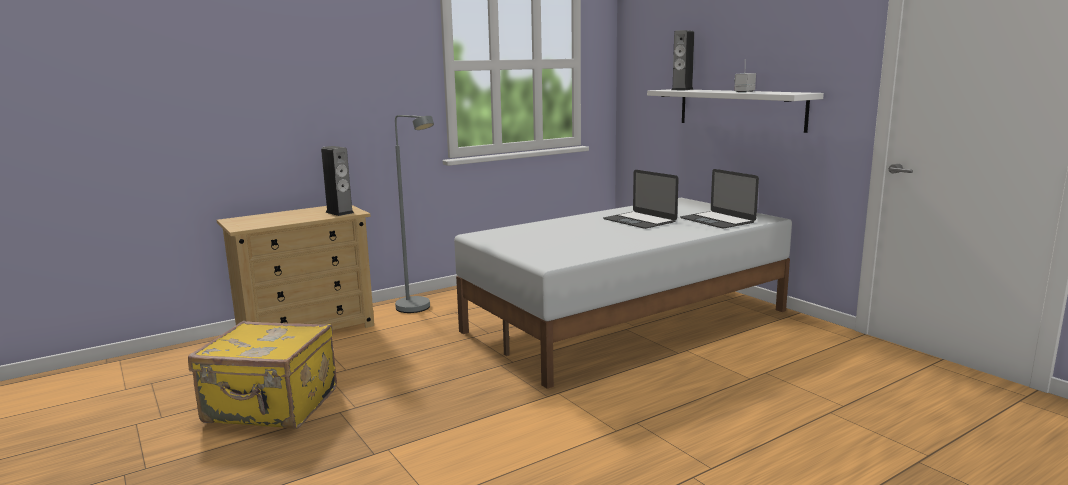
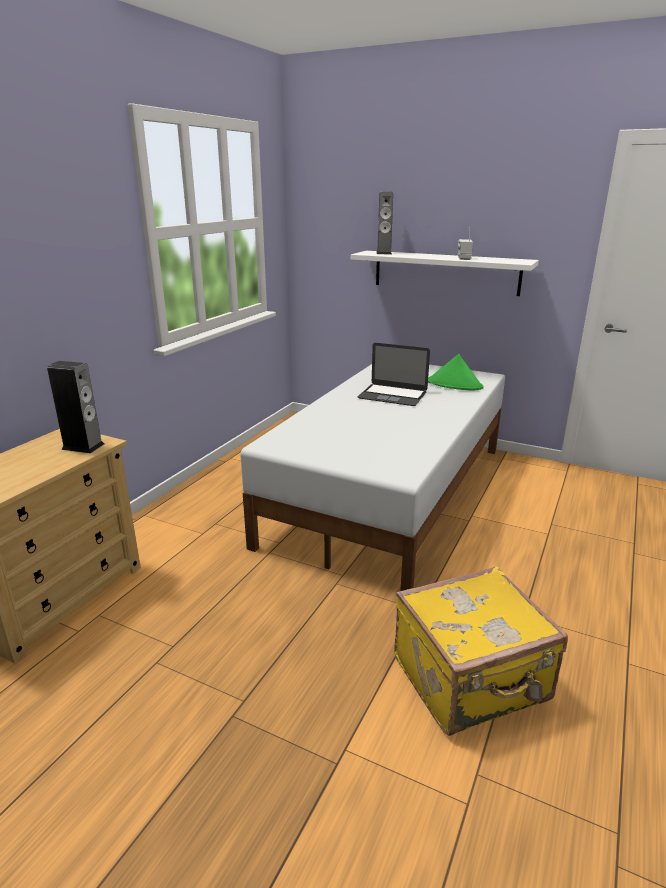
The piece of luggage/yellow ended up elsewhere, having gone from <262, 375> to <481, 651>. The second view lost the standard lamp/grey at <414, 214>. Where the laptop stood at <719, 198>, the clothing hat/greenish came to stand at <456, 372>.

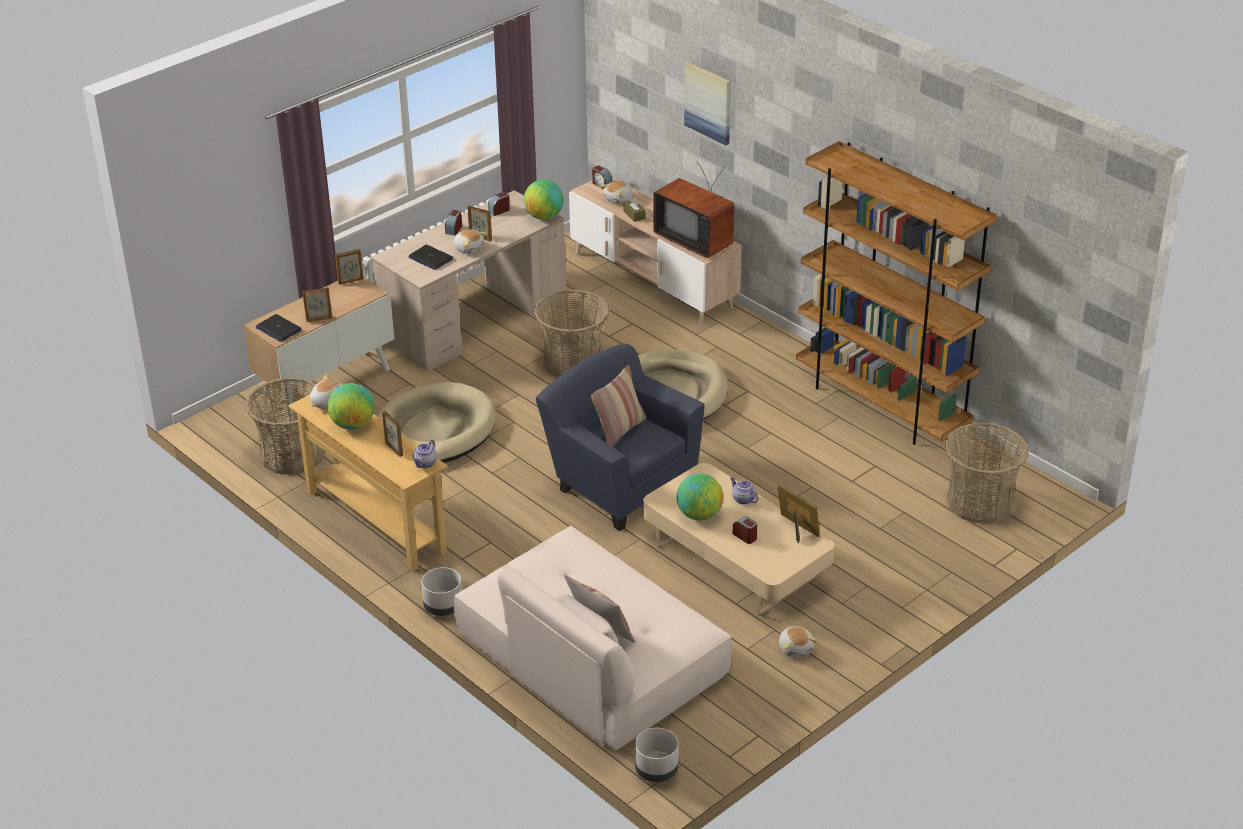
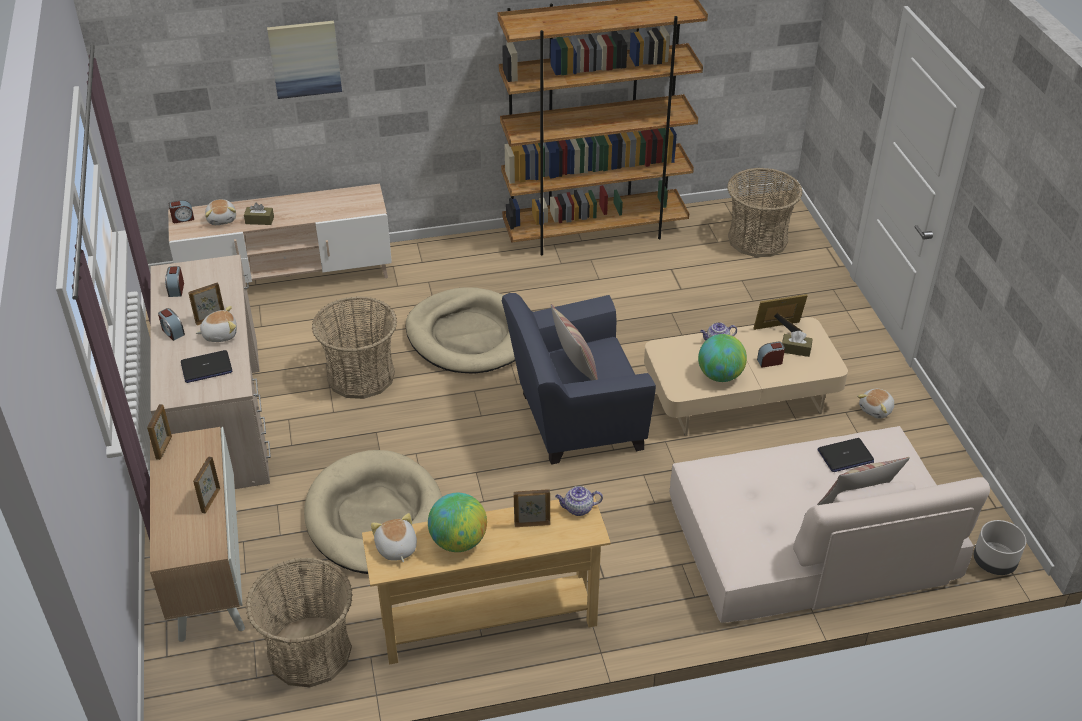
The laptop ended up elsewhere, having gone from <279, 328> to <846, 455>. The teapot at <425, 454> ended up facing another way, 120 degrees clockwise from before. The second view lost the plant pot/grey at <441, 591>. The second view lost the desk globe at <544, 200>. The second view lost the television at <694, 210>. The plush toy at <798, 641> ended up facing another way, 120 degrees clockwise from before. The second view gained the tissue holder/brownish at <797, 344>.

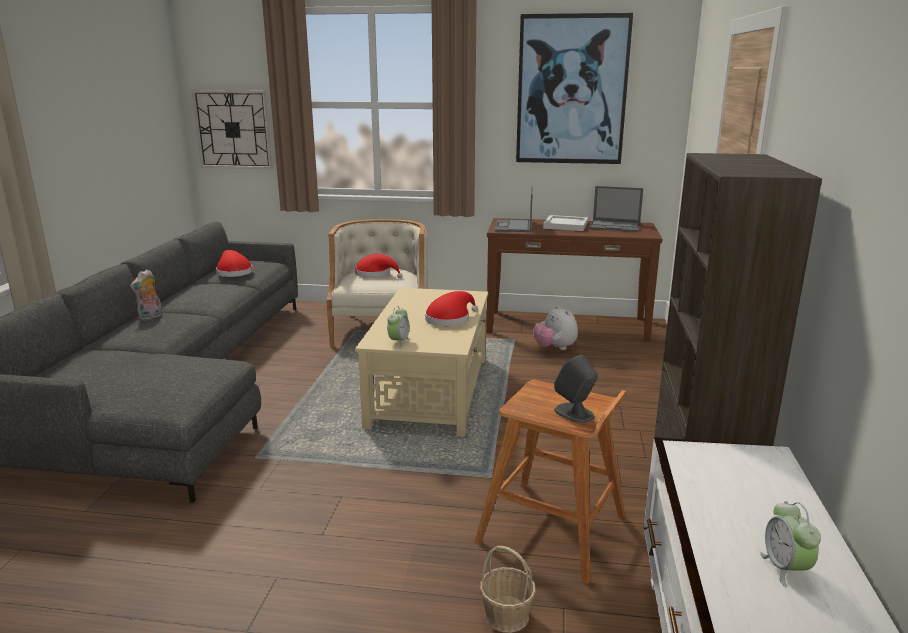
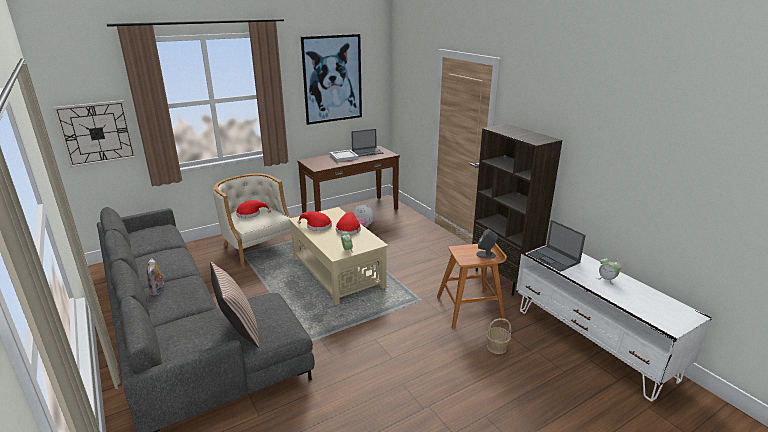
The clothing hat/reddish ended up elsewhere, having gone from <234, 263> to <314, 221>. The laptop ended up elsewhere, having gone from <514, 209> to <557, 246>. The second view gained the throw pillow at <235, 305>.

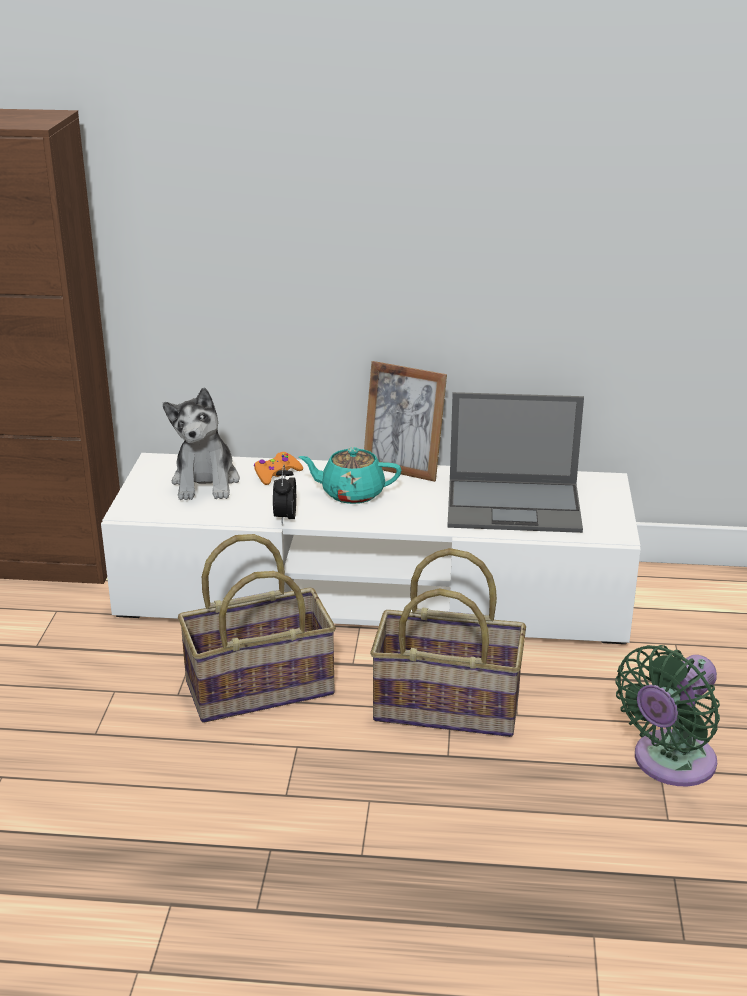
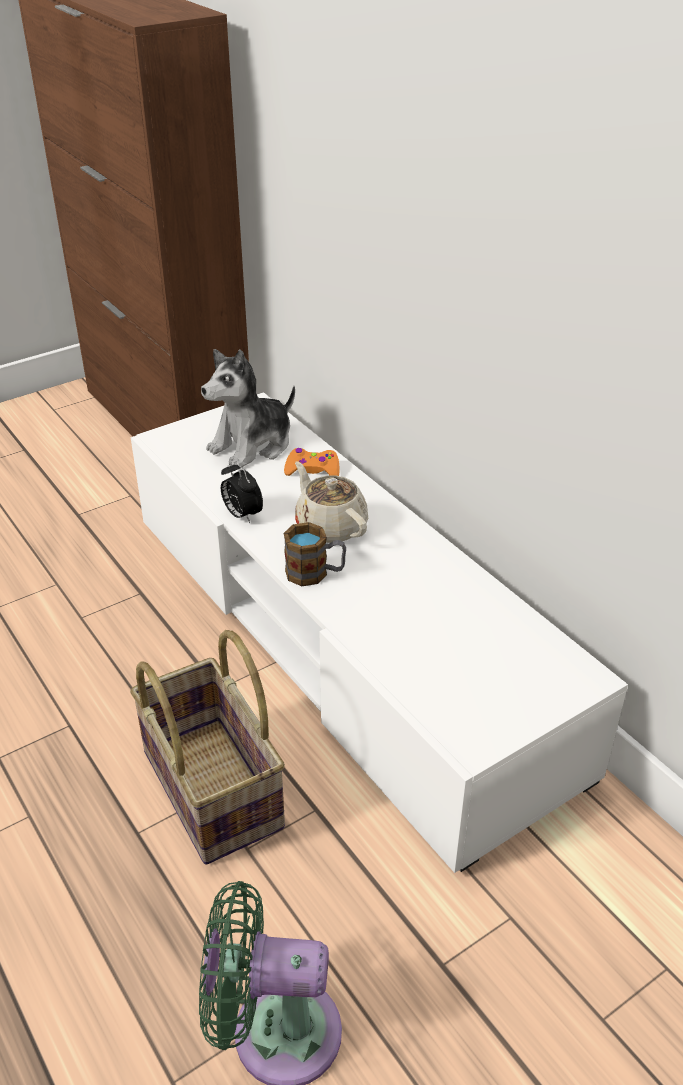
The second view lost the household basket at <257, 628>. The table clock at <284, 495> ended up facing another way, 90 degrees counterclockwise from before. What was the teapot/turquoise-coloured at <350, 475> turned into the teapot/beige-coloured at <331, 502>. The second view lost the standing frame at <405, 421>. The second view lost the laptop at <515, 462>. The second view gained the mug at <315, 554>.

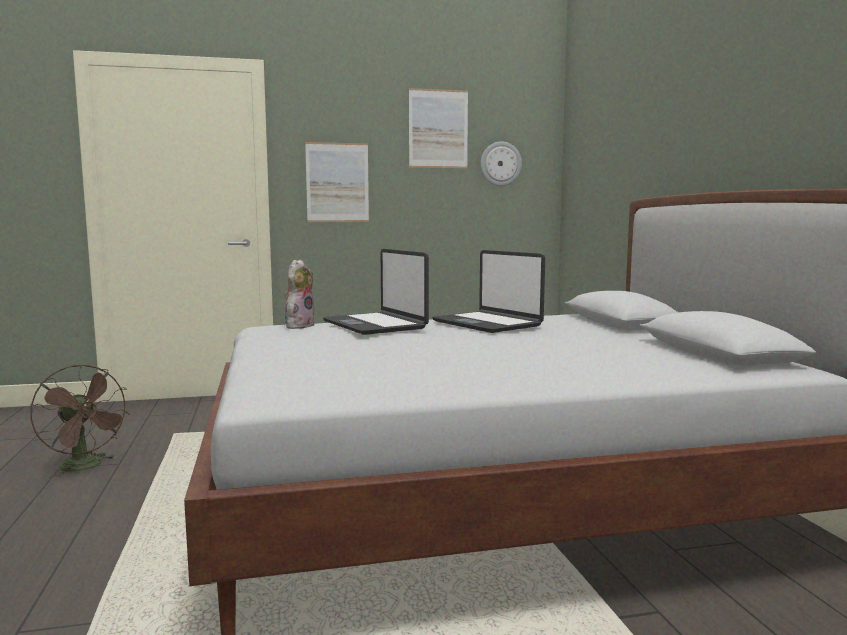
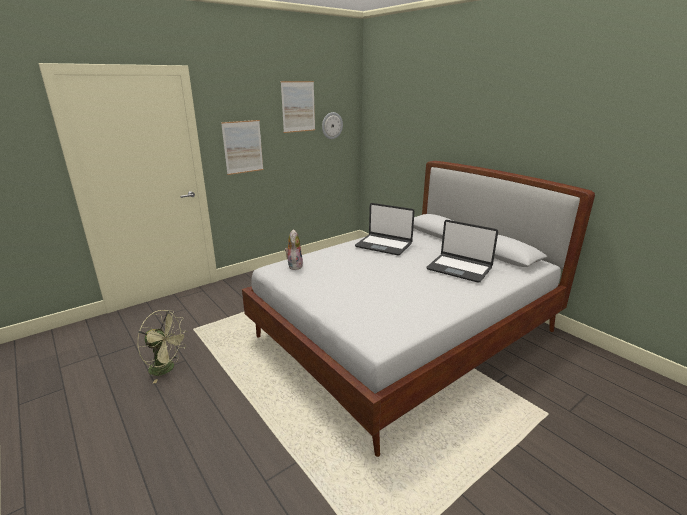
What was the cooling fan/brownish at <80, 421> turned into the cooling fan/greenish at <162, 346>. The laptop ended up elsewhere, having gone from <376, 292> to <462, 251>.

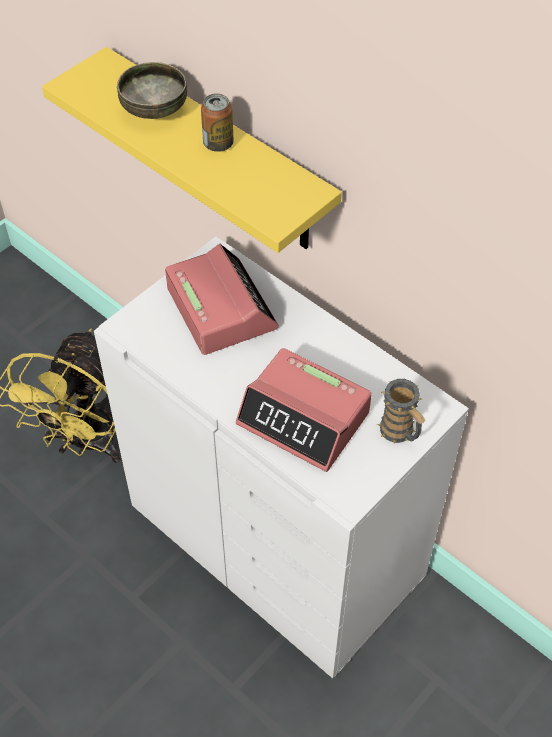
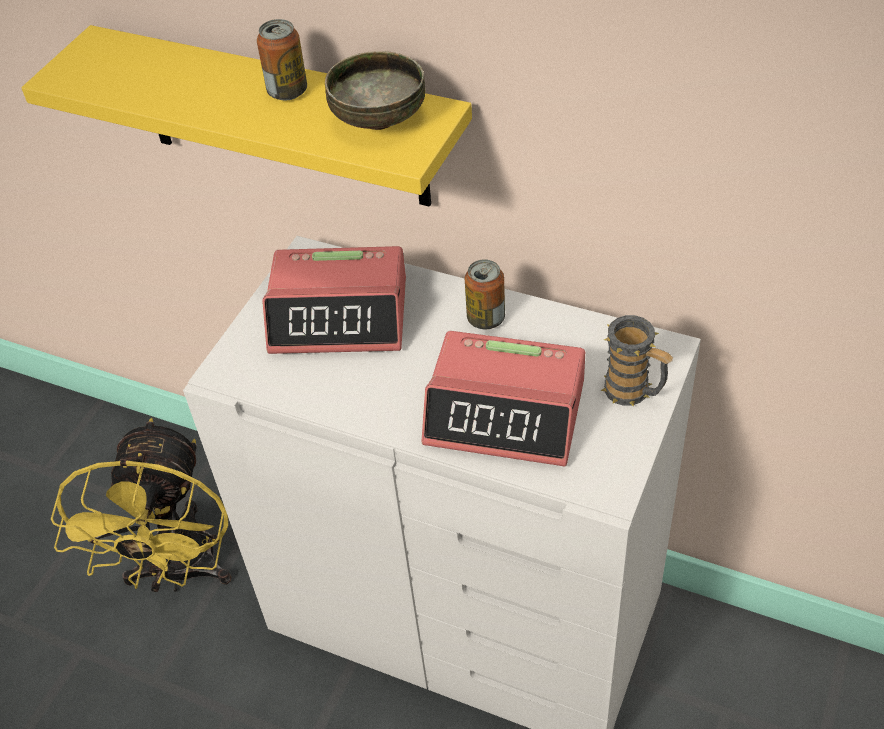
The bowl ended up elsewhere, having gone from <152, 90> to <375, 90>. The table clock at <222, 299> ended up facing another way, 135 degrees clockwise from before. The second view gained the sealed can at <485, 294>.

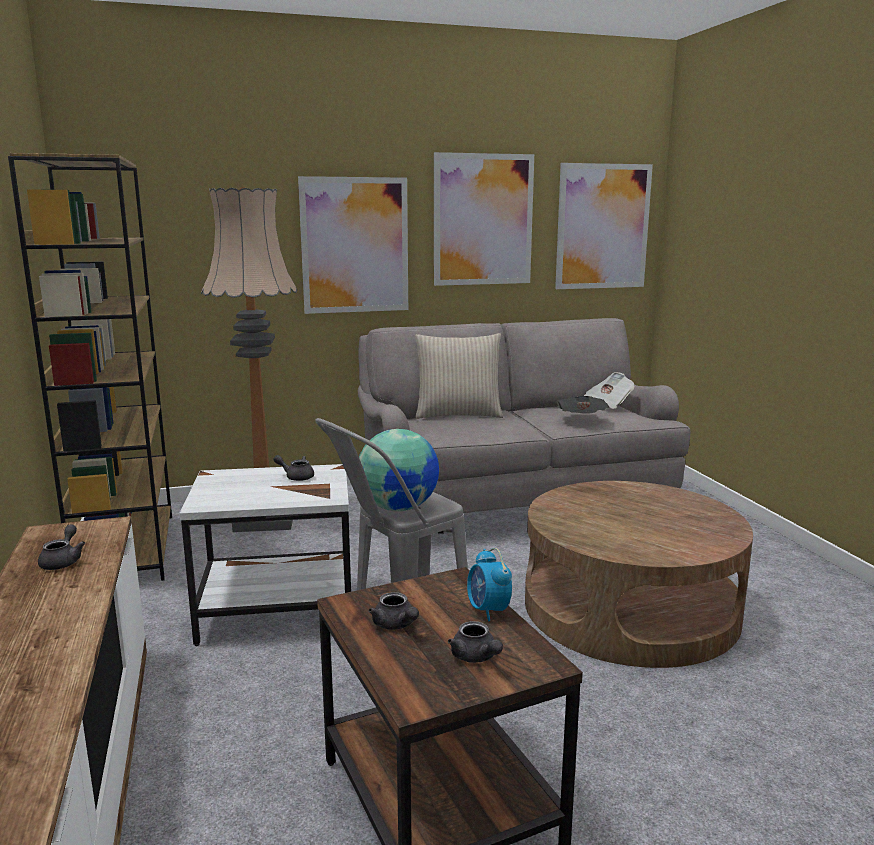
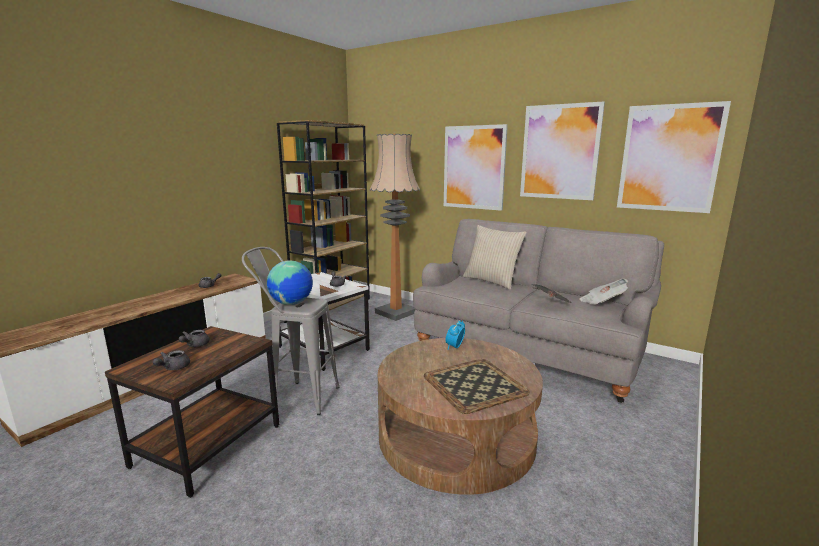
The table clock ended up elsewhere, having gone from <489, 585> to <455, 335>. The second view gained the serving tray at <477, 386>.

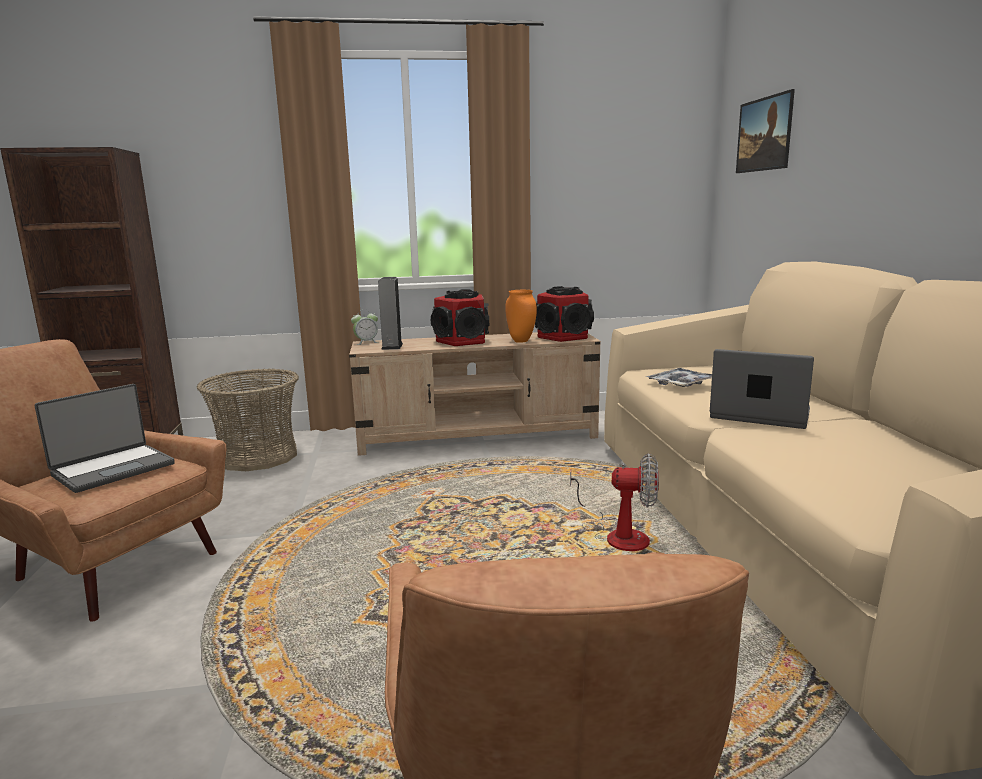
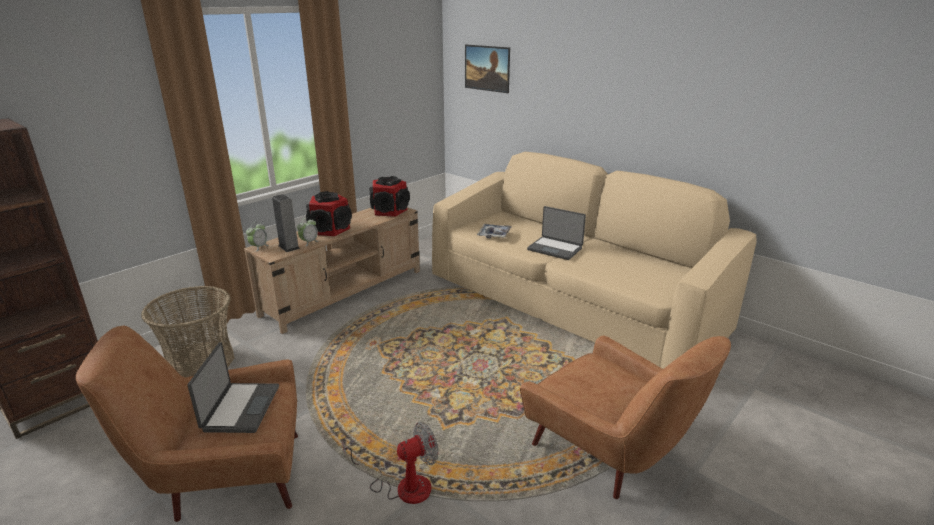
The second view lost the flower vase/orangey at <521, 316>. The cooling fan ended up elsewhere, having gone from <614, 502> to <390, 463>. The laptop at <762, 389> ended up facing another way, 135 degrees counterclockwise from before. The second view gained the table clock at <307, 232>.

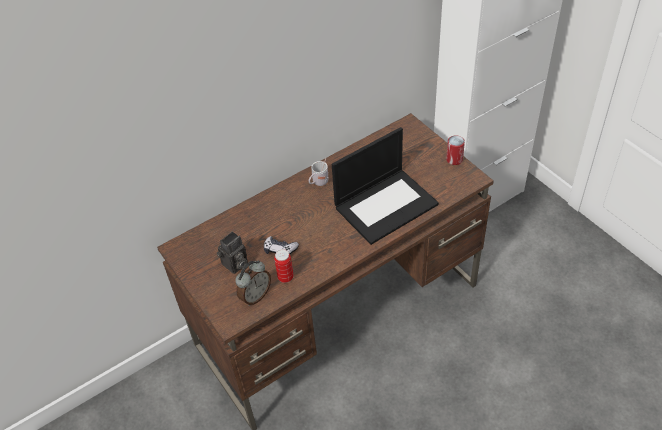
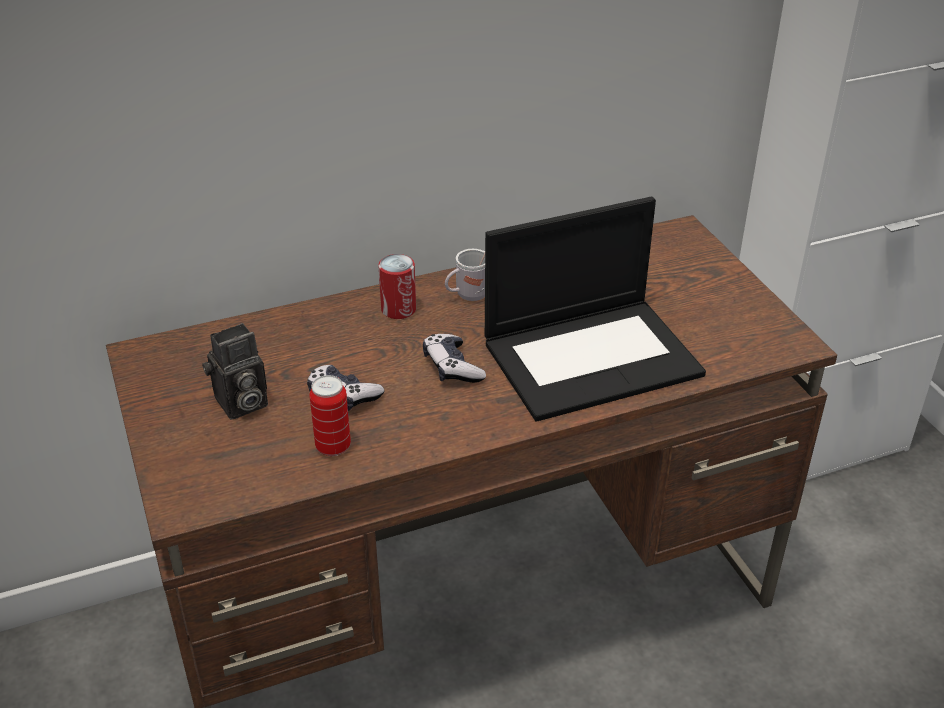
The second view lost the table clock at <253, 283>. The sealed can ended up elsewhere, having gone from <455, 150> to <397, 286>. The second view gained the gamepad at <454, 358>.

